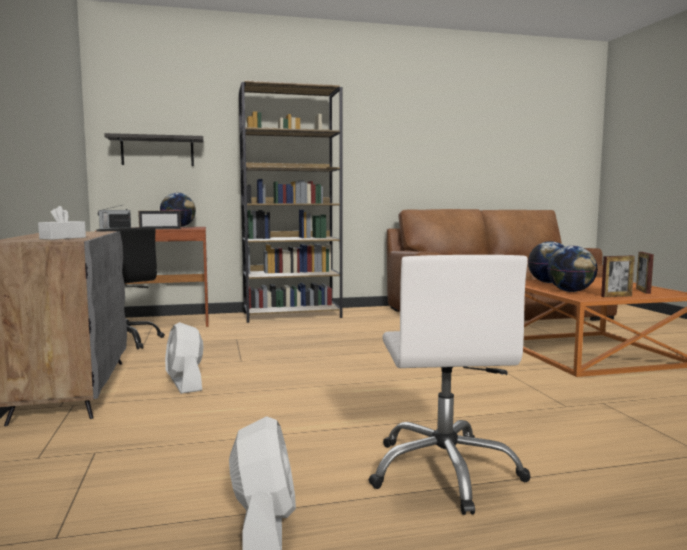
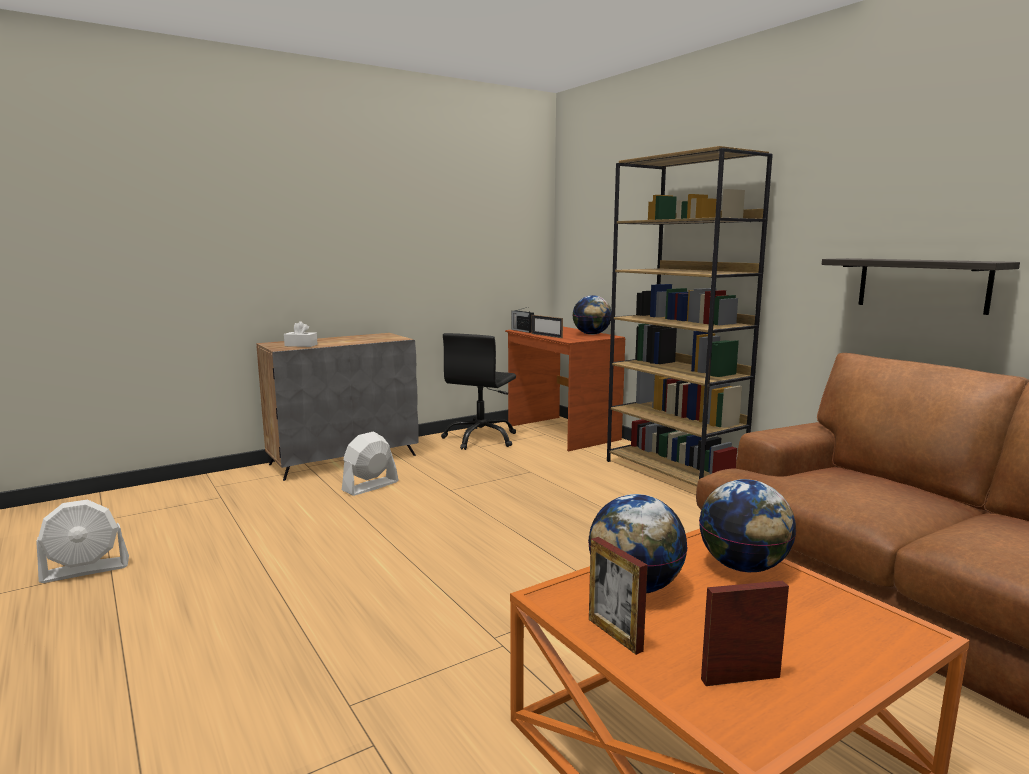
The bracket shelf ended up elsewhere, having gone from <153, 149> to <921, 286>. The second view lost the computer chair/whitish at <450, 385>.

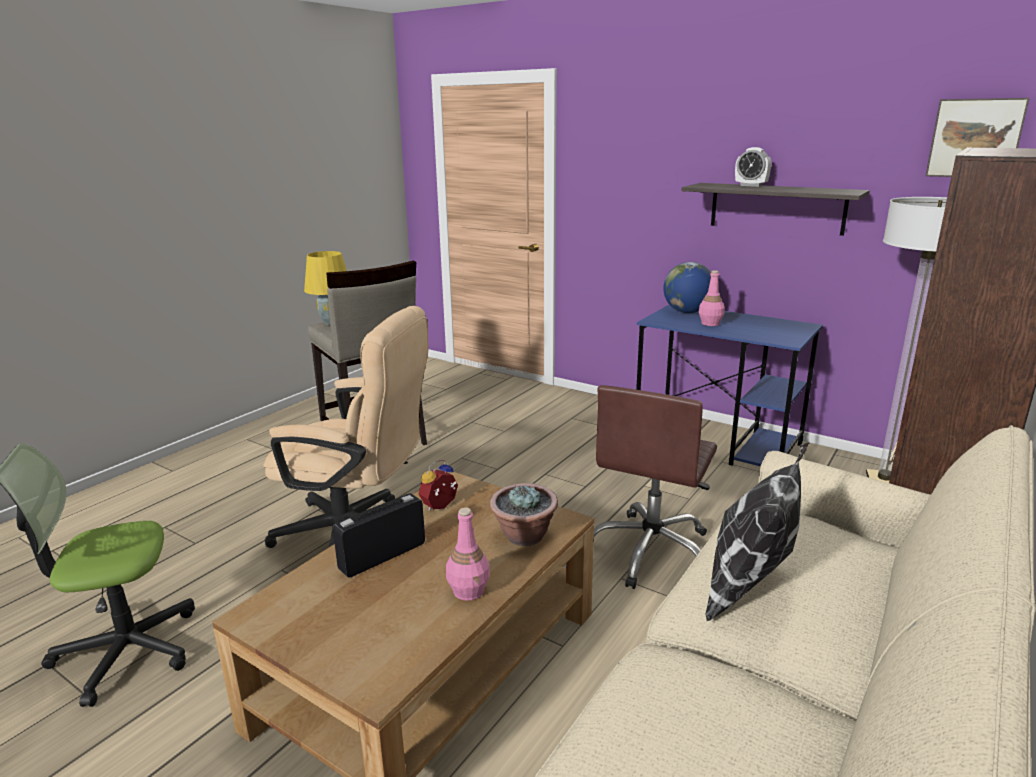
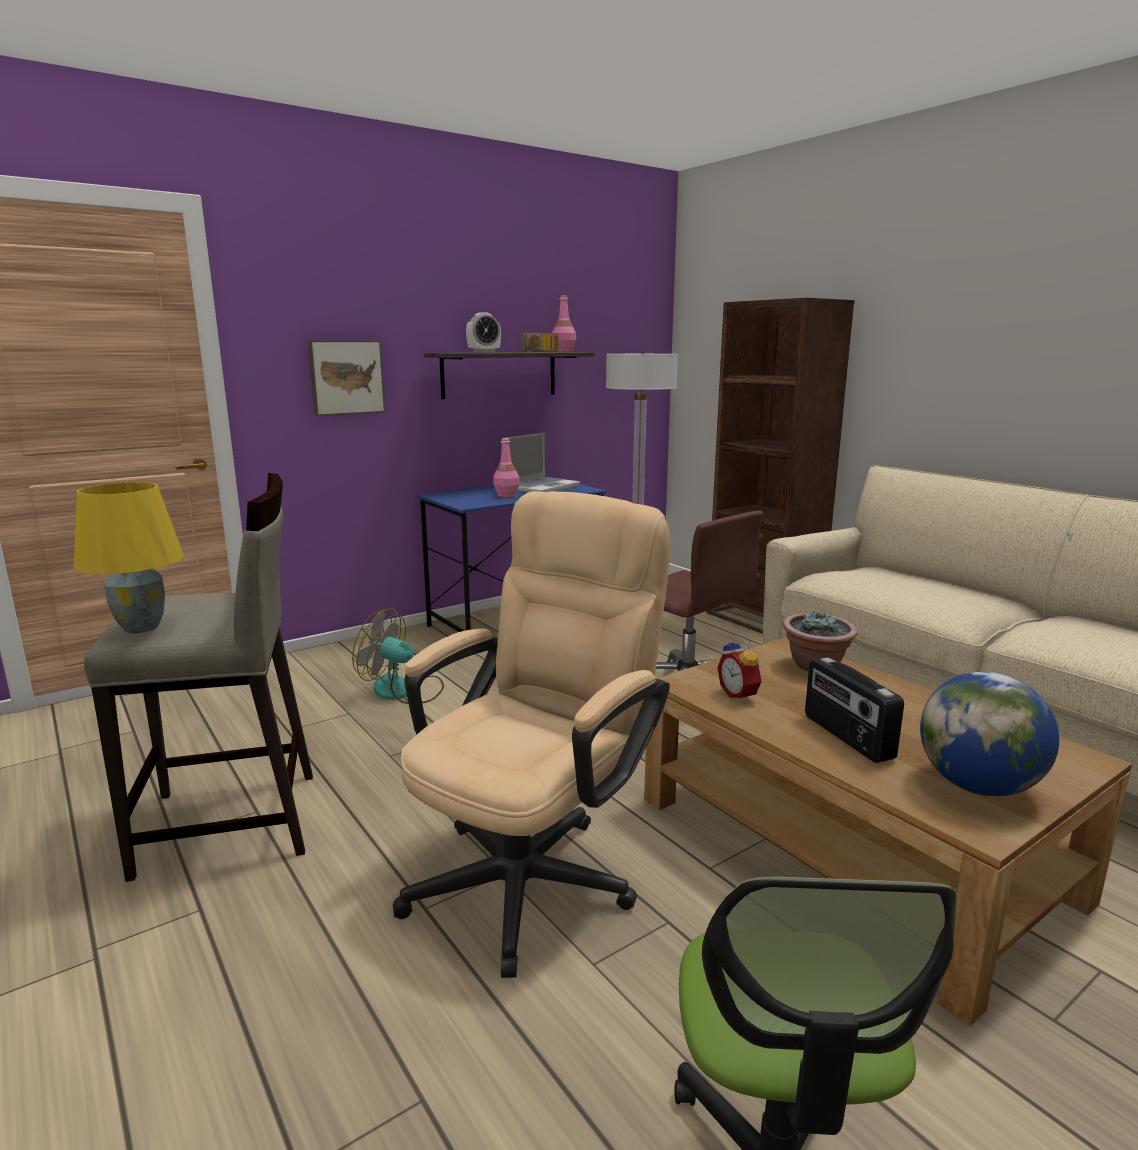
The bottle/pink-coloured ended up elsewhere, having gone from <468, 554> to <564, 324>. The desk globe ended up elsewhere, having gone from <687, 287> to <989, 734>. The second view lost the throw pillow at <757, 531>. The wall picture ended up elsewhere, having gone from <978, 137> to <347, 378>. The second view gained the cooling fan at <398, 656>. The second view gained the laptop at <543, 462>. The second view gained the radio at <540, 342>.

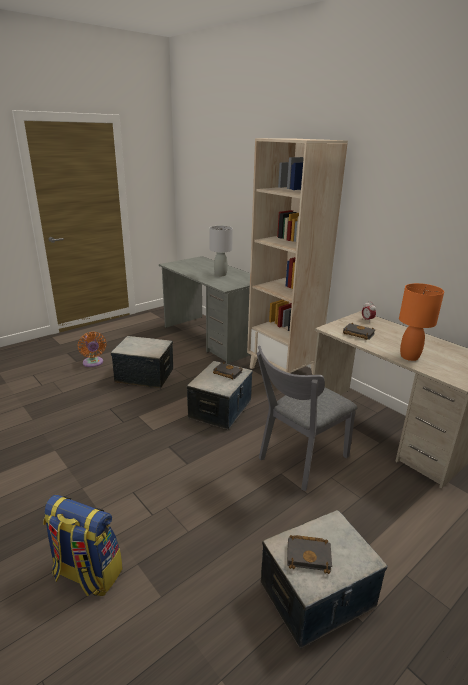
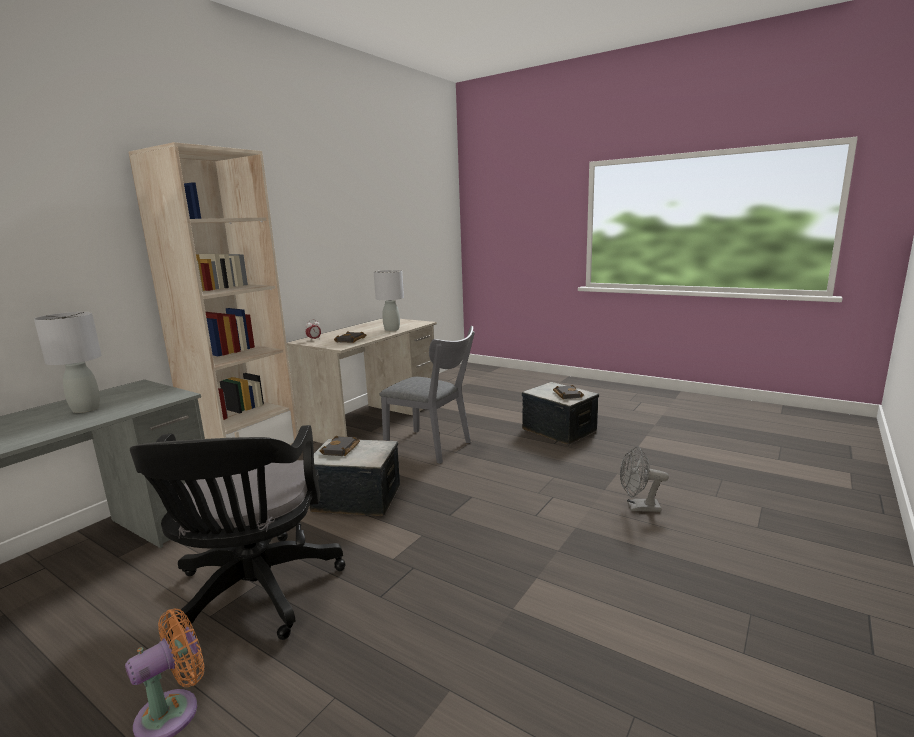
Where the knapsack stood at <83, 545>, the cooling fan/grey came to stand at <644, 479>. Where the storage bin stood at <142, 362>, the computer chair/blackish came to stand at <238, 533>. What was the tabletop lamp/orangey at <421, 322> turned into the tabletop lamp/grey at <389, 300>.

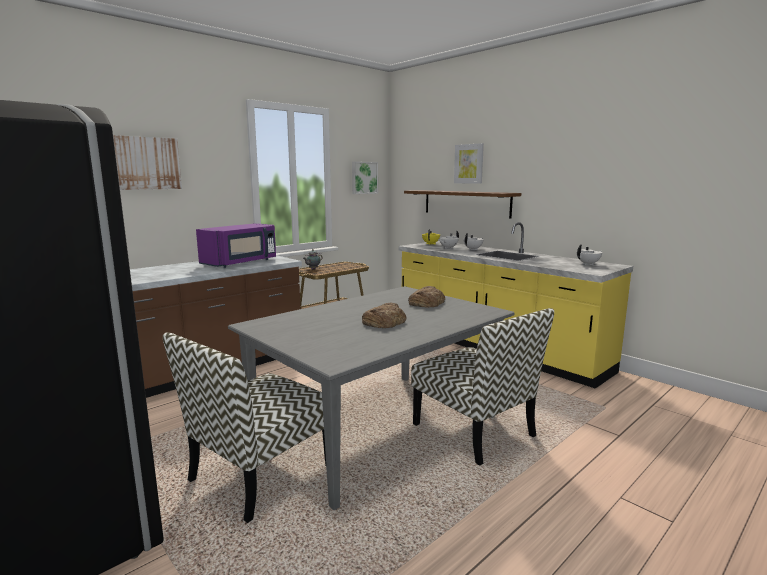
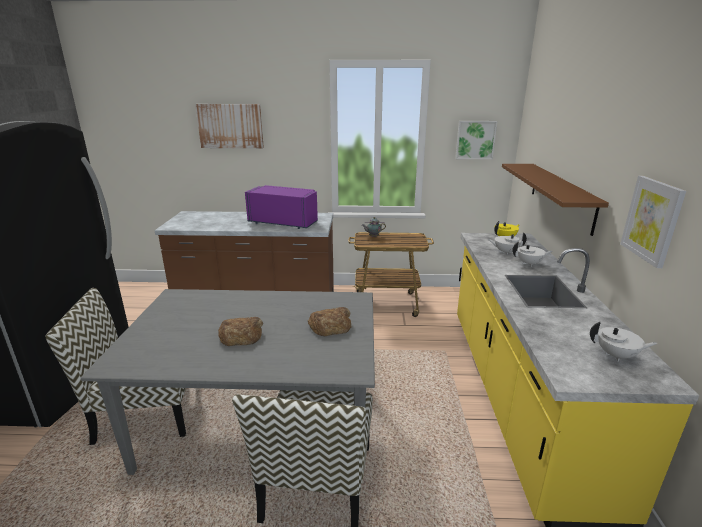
The kitchen microwave/purple-coloured at <236, 245> ended up facing another way, 150 degrees counterclockwise from before. The wall picture ended up elsewhere, having gone from <469, 163> to <653, 222>.

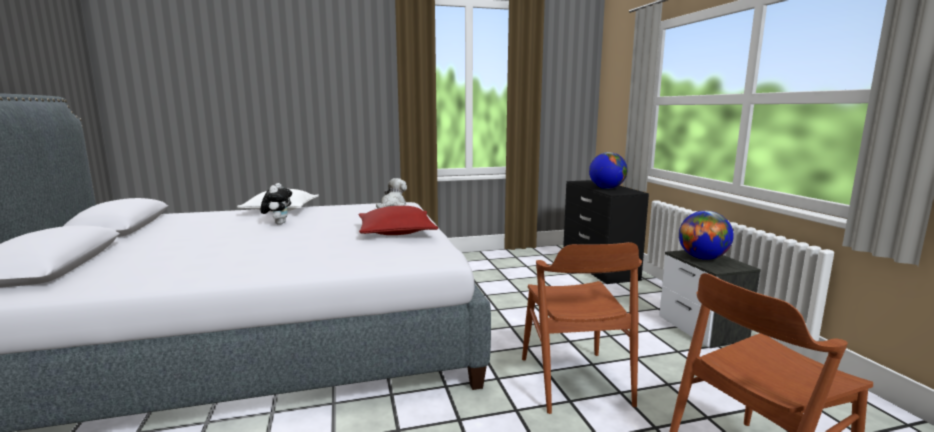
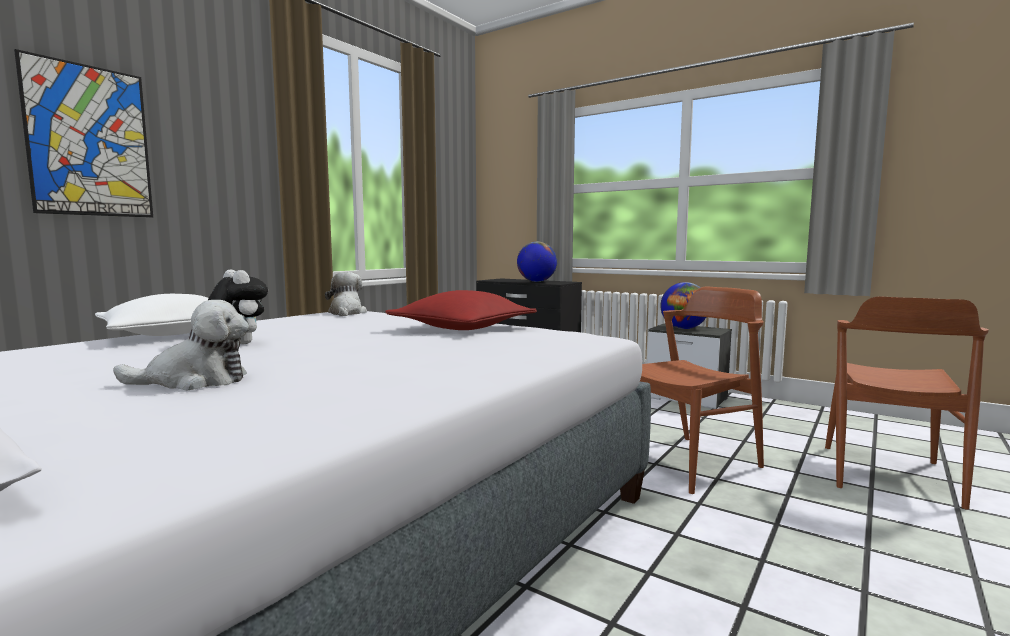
The plain chair/brownish at <582, 328> ended up facing another way, 75 degrees counterclockwise from before. The second view gained the wall picture at <83, 133>. The second view gained the plush toy at <181, 345>.

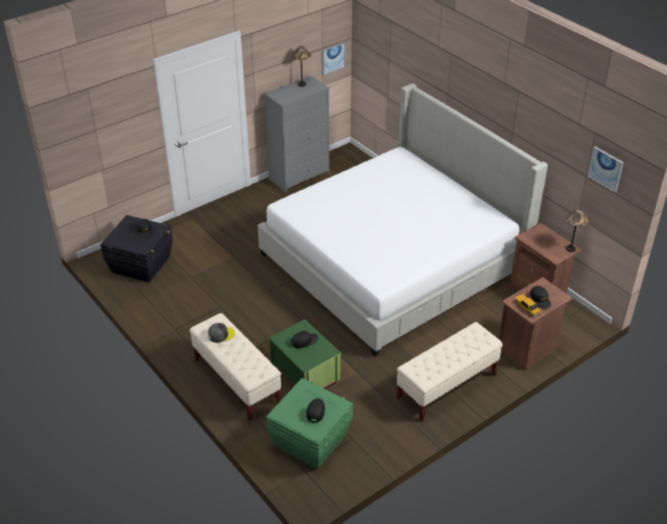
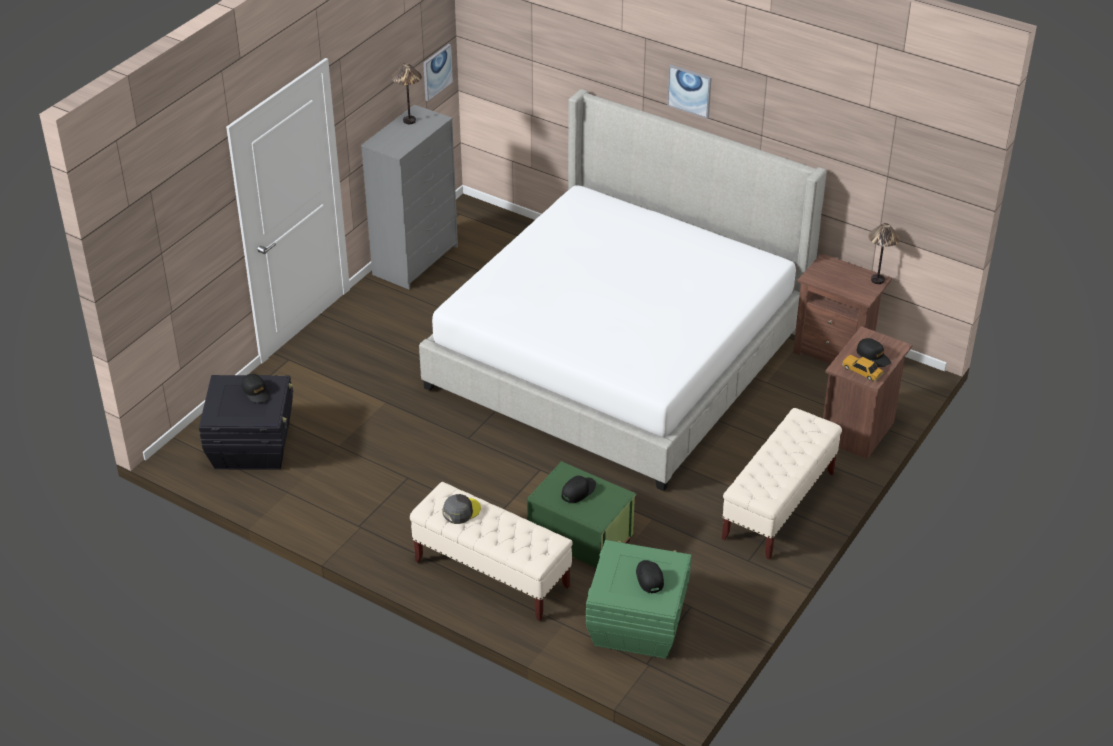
The wall picture ended up elsewhere, having gone from <605, 170> to <689, 92>.

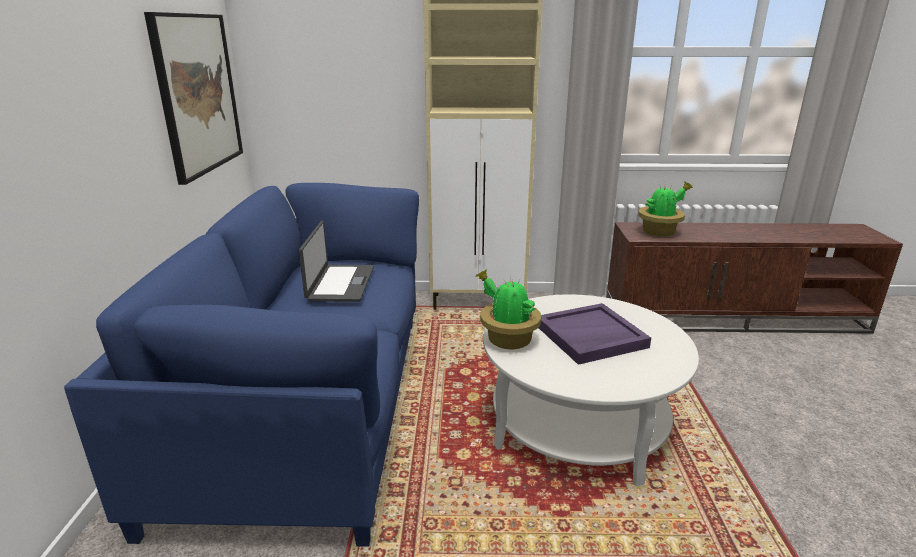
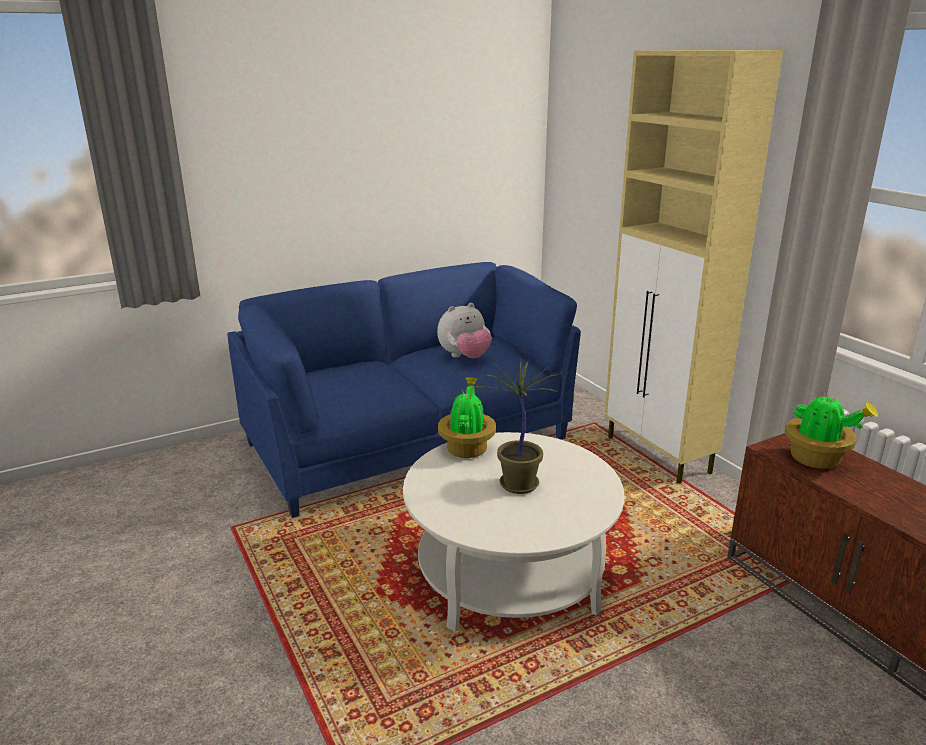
The second view lost the wall picture at <193, 98>. Where the laptop stood at <336, 261>, the plush toy came to stand at <464, 330>. Where the serving tray/purple-coloured stood at <594, 334>, the houseplant came to stand at <516, 427>.

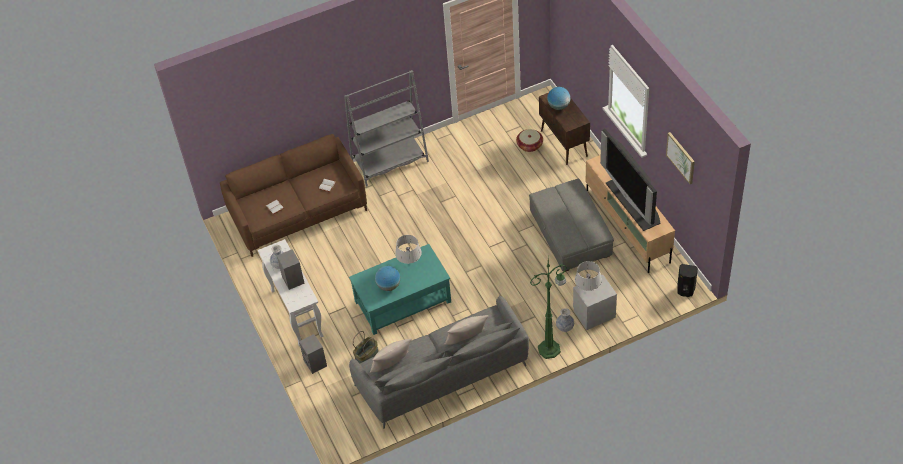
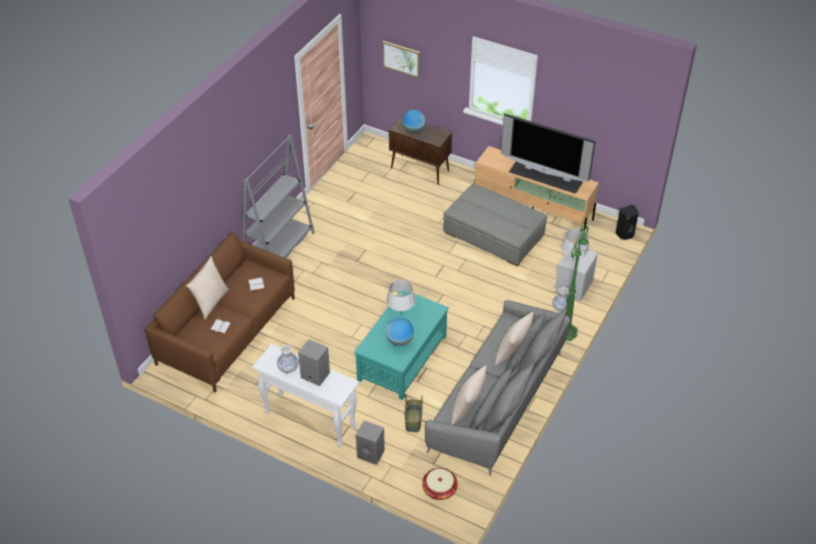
The household basket ended up elsewhere, having gone from <529, 140> to <440, 484>. The wall picture ended up elsewhere, having gone from <680, 158> to <401, 59>. The second view gained the throw pillow/beige-coloured at <207, 287>.

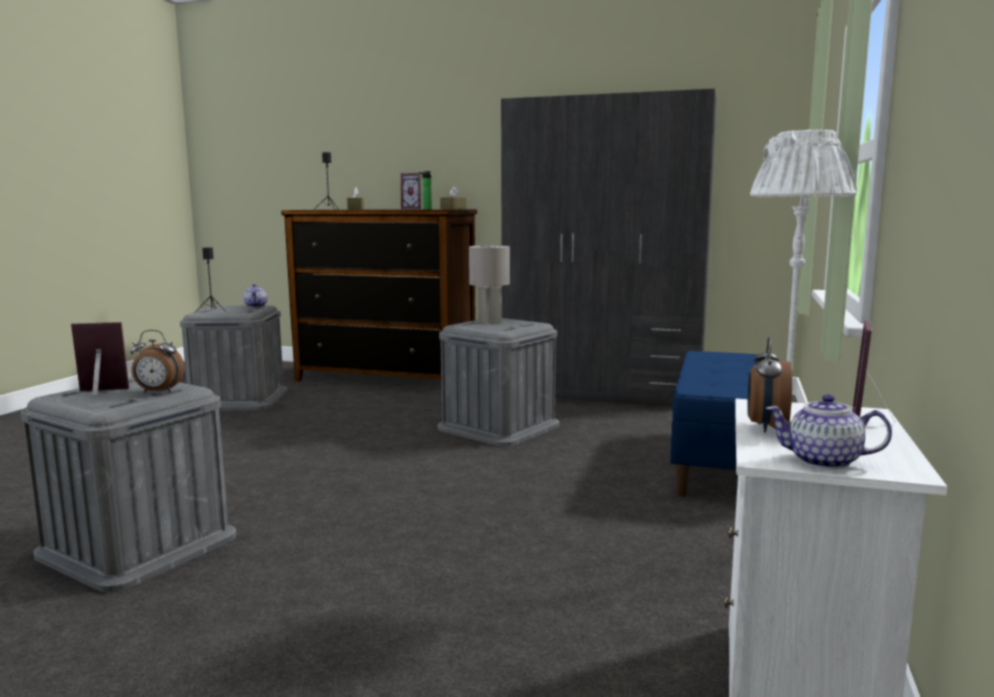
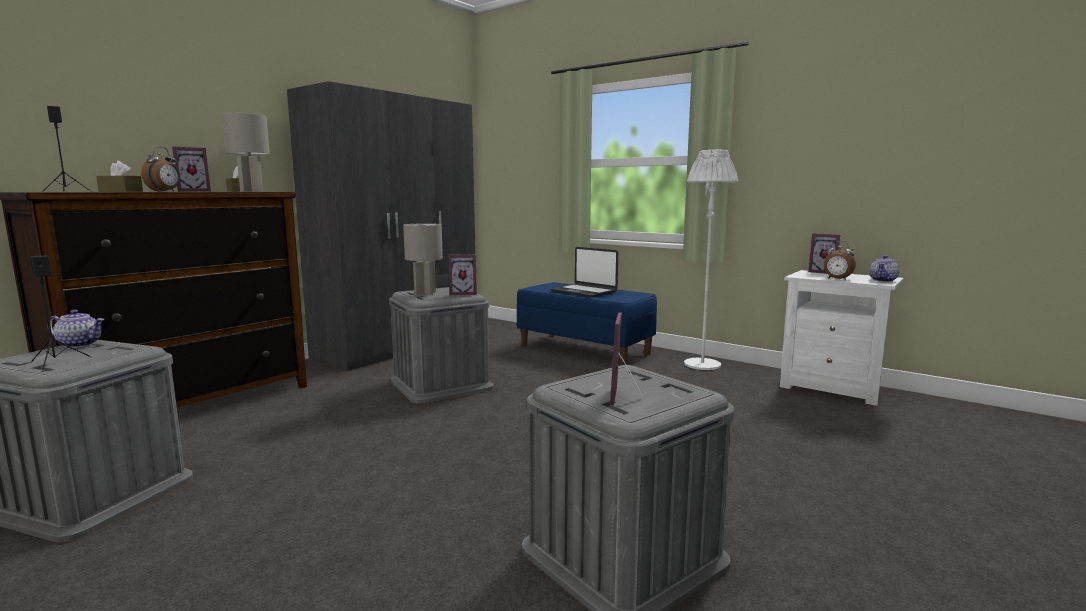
The table clock ended up elsewhere, having gone from <157, 361> to <160, 169>. Where the bottle stood at <425, 190>, the tabletop lamp/grey came to stand at <246, 152>. The second view gained the standing frame at <462, 274>. The second view gained the laptop at <584, 272>.

